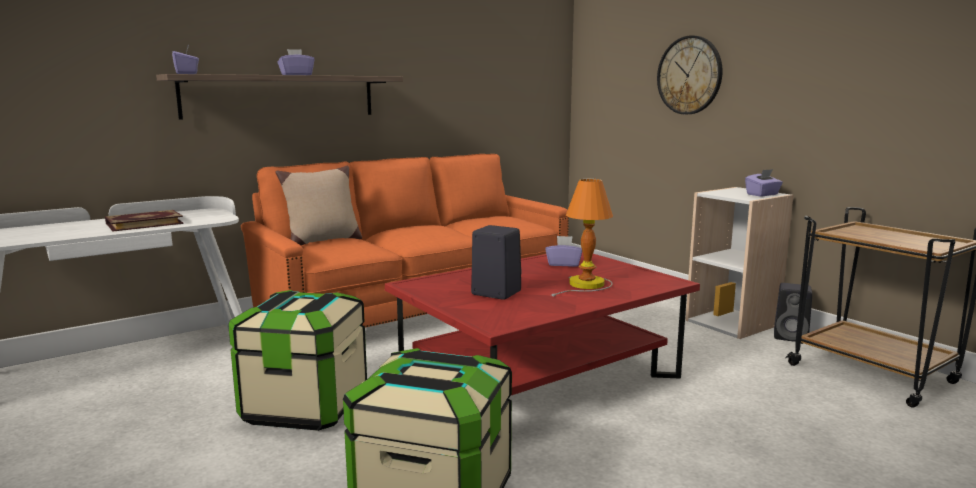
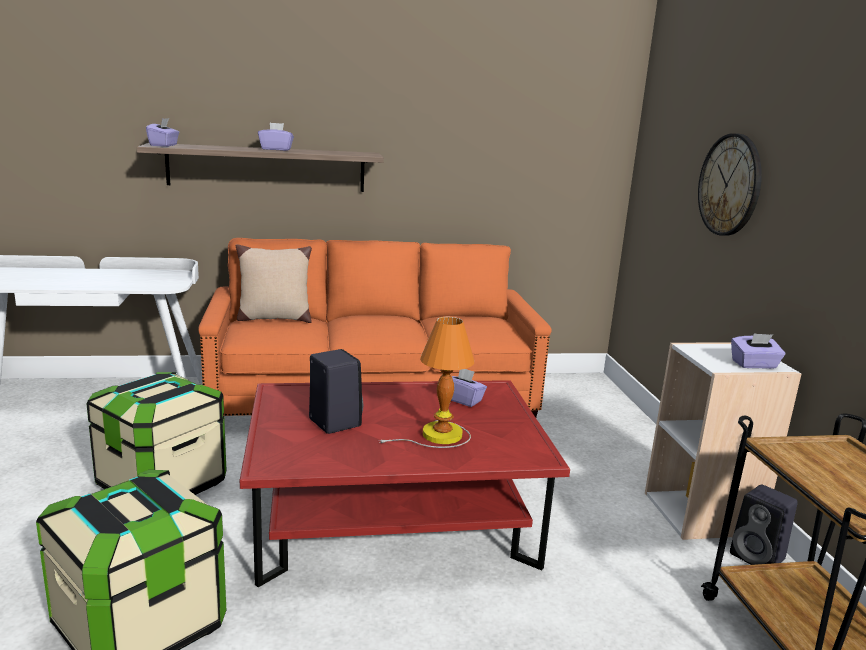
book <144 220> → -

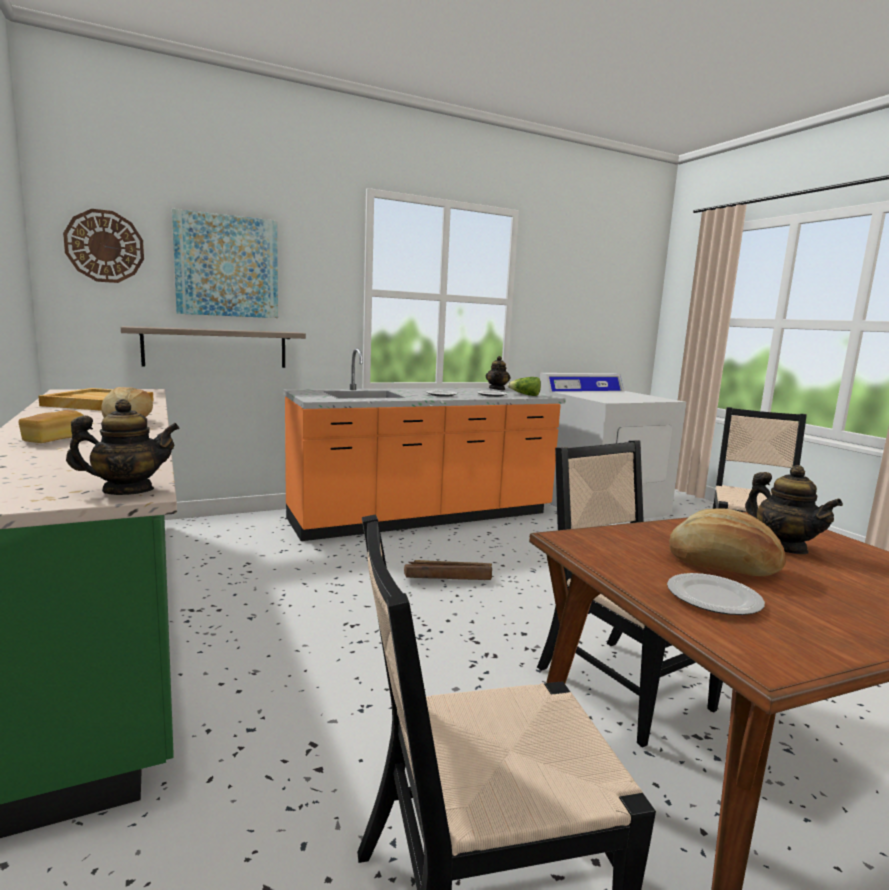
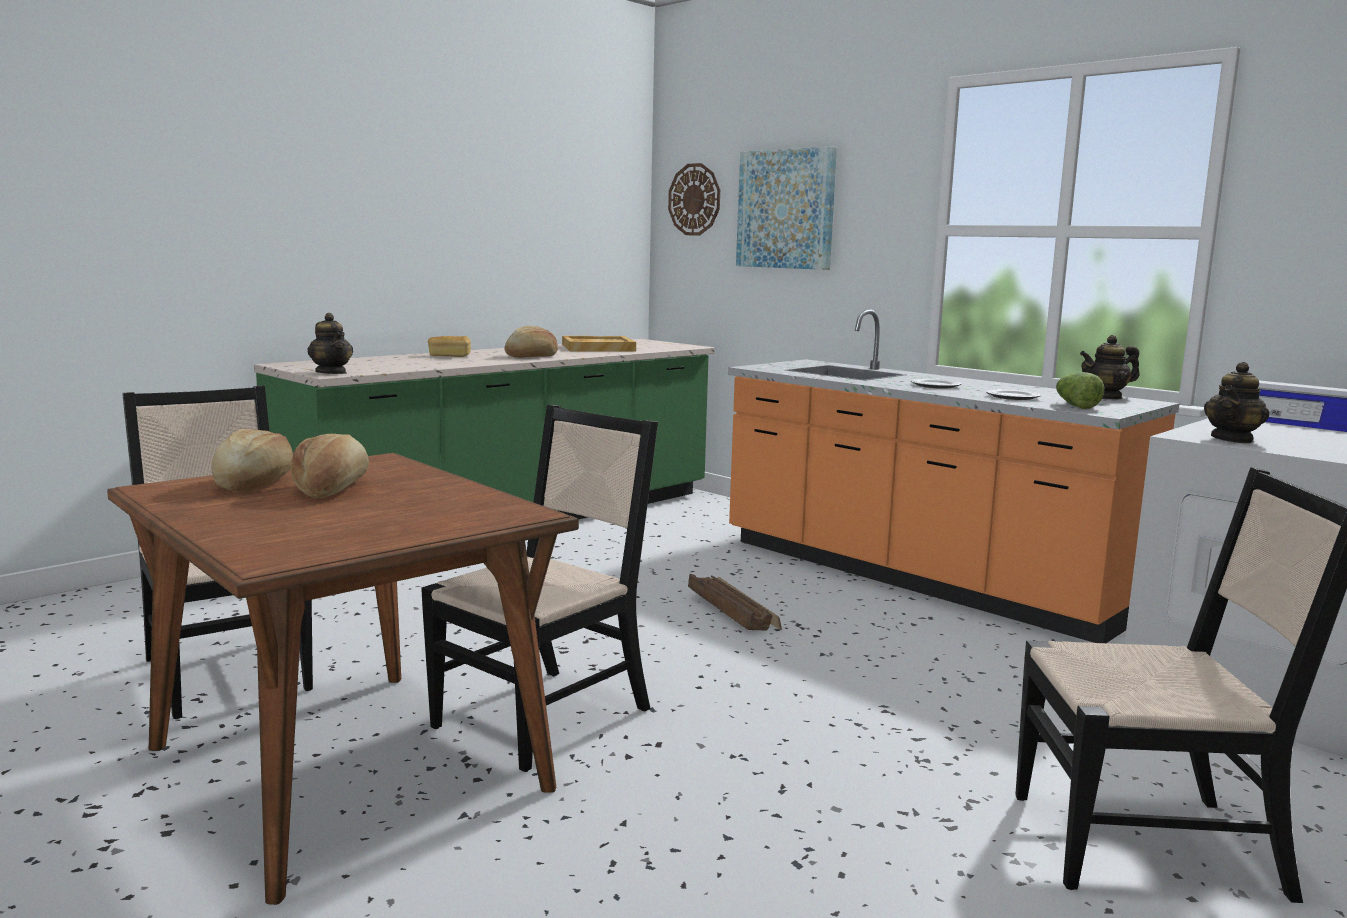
shelf <213 347> → -
plate <716 594> → bread <252 460>
teapot <794 509> → teapot <1237 403>, move

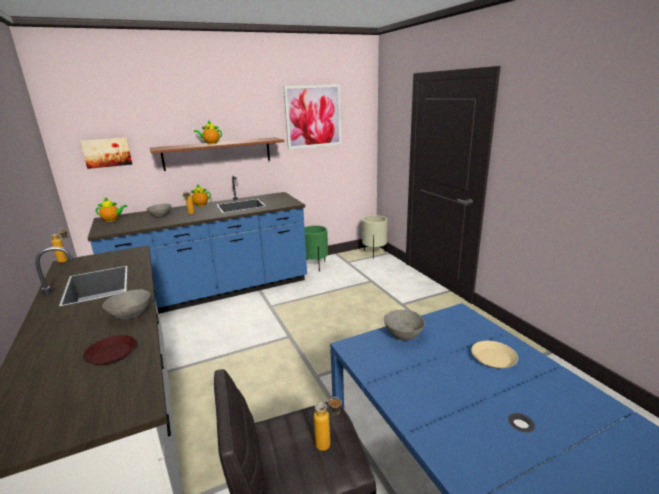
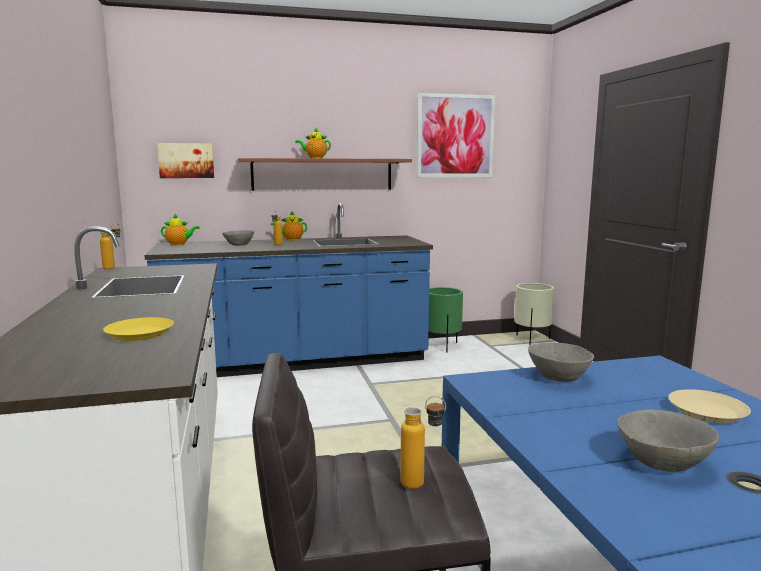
brown plate <109 350> → yellow plate <138 329>
grey bowl <126 304> → grey bowl <668 440>, move

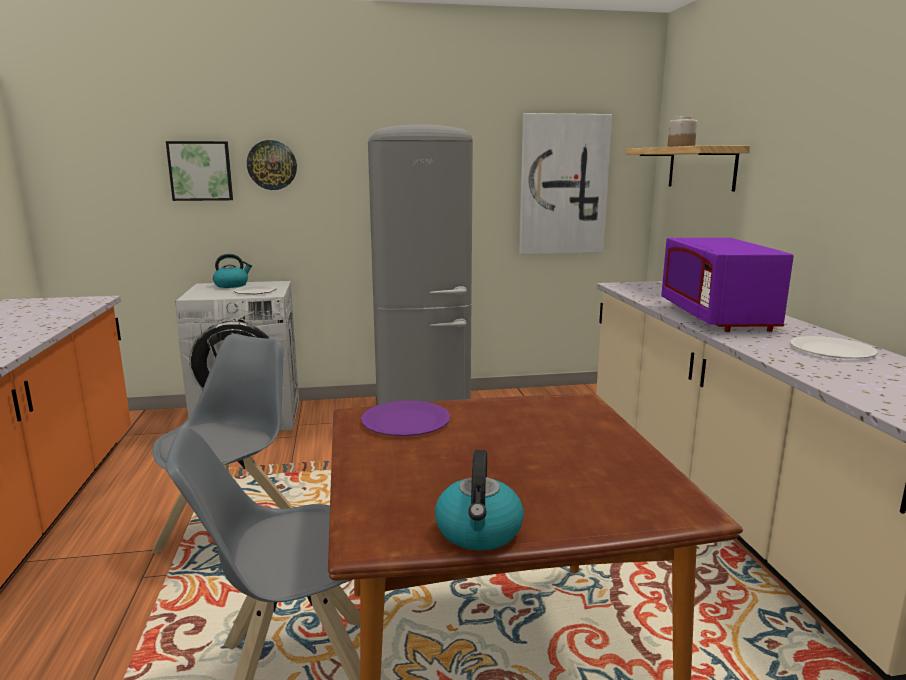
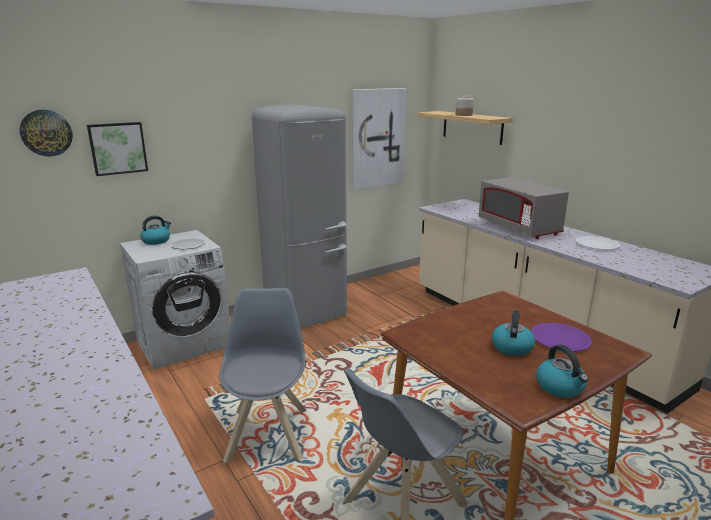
wall clock <272 165> → wall clock <46 133>, move
purple plate <405 418> → purple plate <561 337>, move
purple microwave <727 285> → grey microwave <524 208>
- → kettle <513 333>

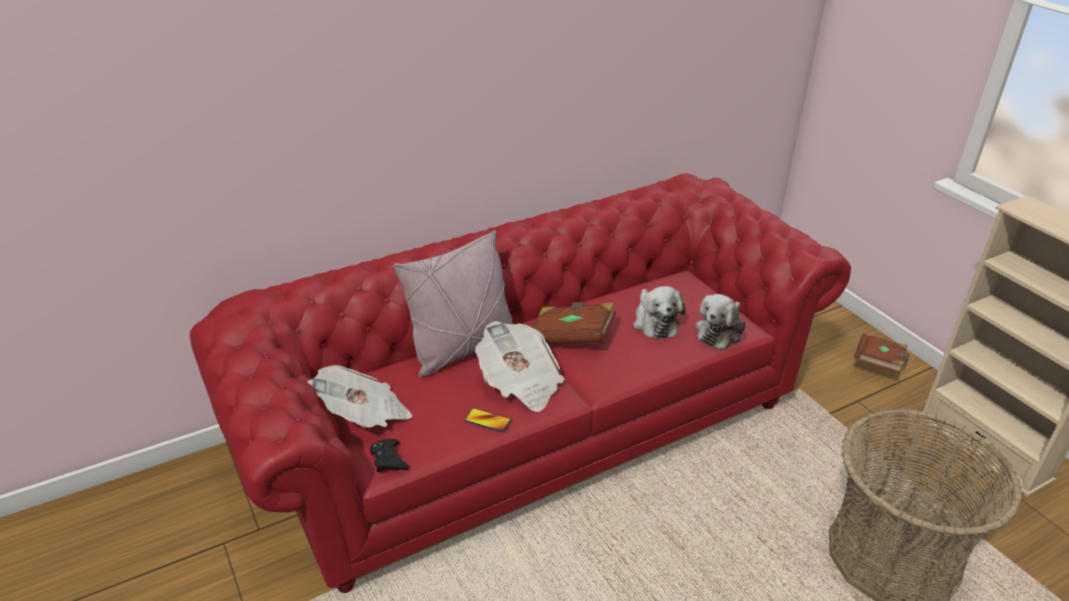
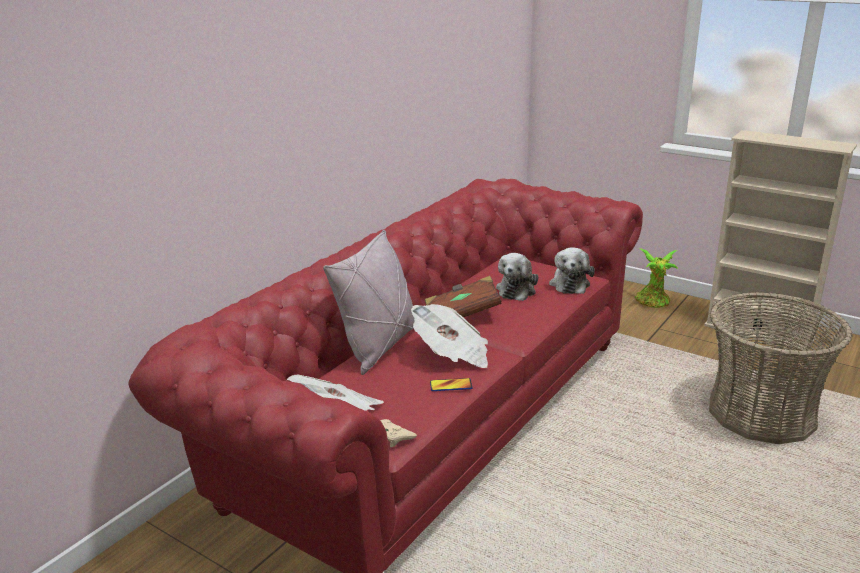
black game controller <389 455> → beige game controller <398 433>
plush toy <659 312> → plush toy <517 277>, 60 degrees clockwise
brown book <881 354> → potted plant <656 278>

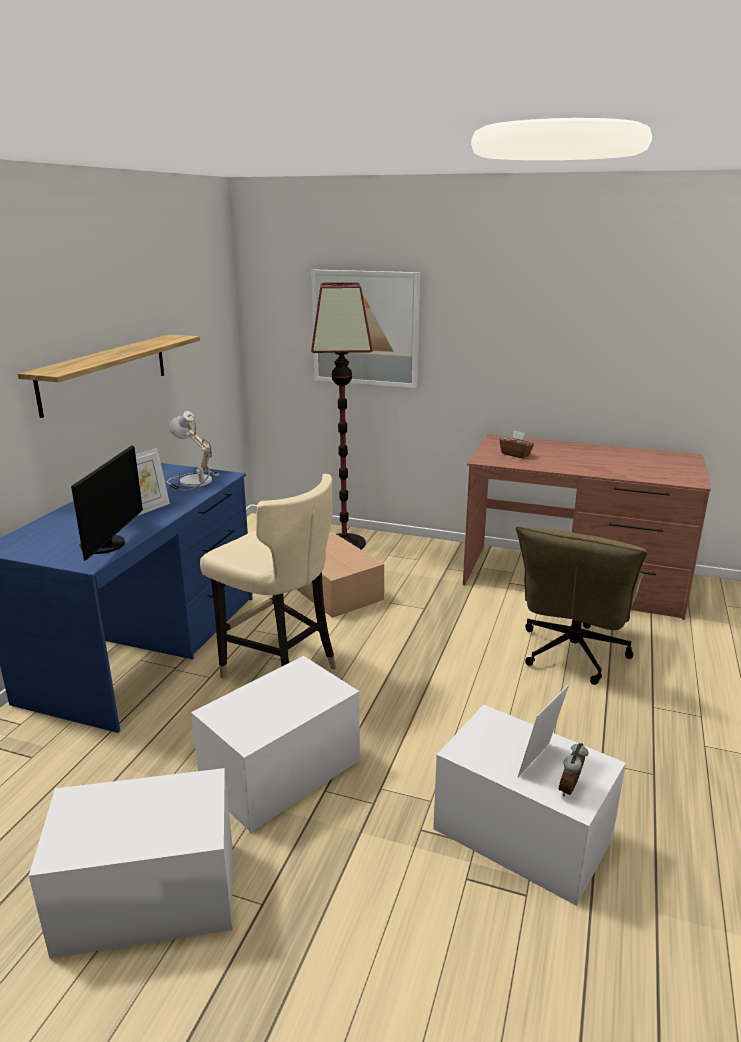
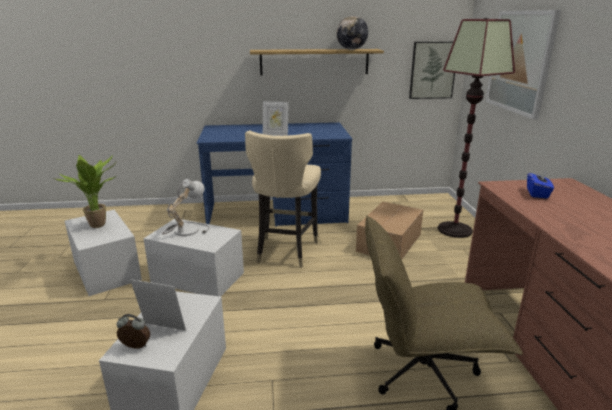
monitor <107 503> → -
table lamp <193 451> → table lamp <186 207>, move
brown tissue box <516 444> → blue tissue box <540 183>
- → potted plant <86 191>
- → globe <352 33>
- → picture <432 70>

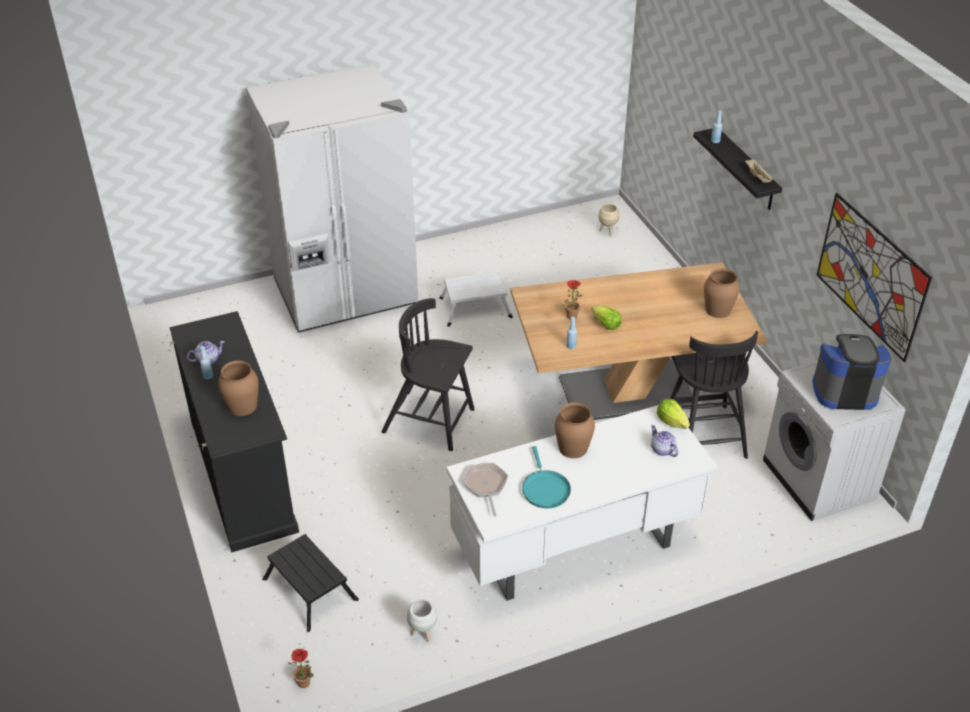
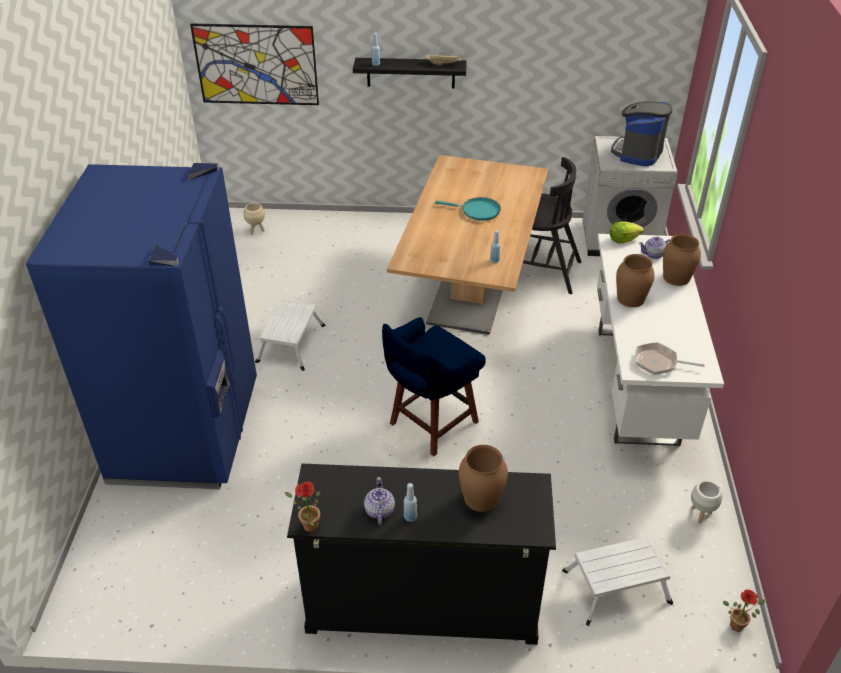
white fridge <332 198> → blue fridge <141 326>
black step ladder <310 583> → white step ladder <617 581>
black chair <428 374> → blue stool <434 386>
turquoise frying pan <546 477> → turquoise frying pan <468 209>, move
potted plant <571 300> → potted plant <302 506>, move
lettuce <606 317> → -
brown vase <722 293> → brown vase <682 260>, move
picture <874 277> → picture <254 64>, move

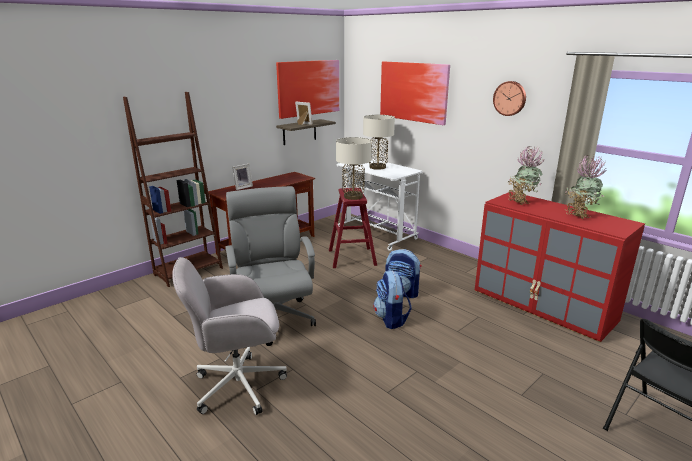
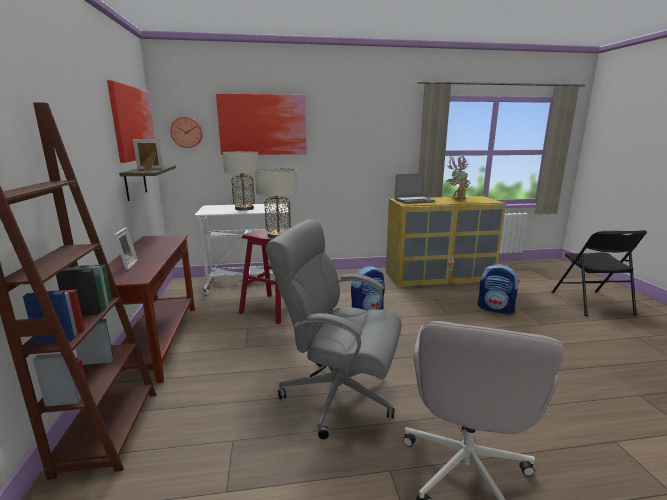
backpack <392 299> → backpack <499 289>, move
red cabinet <560 267> → yellow cabinet <446 241>
wall clock <509 98> → wall clock <186 132>, move
potted plant <526 175> → laptop <414 188>

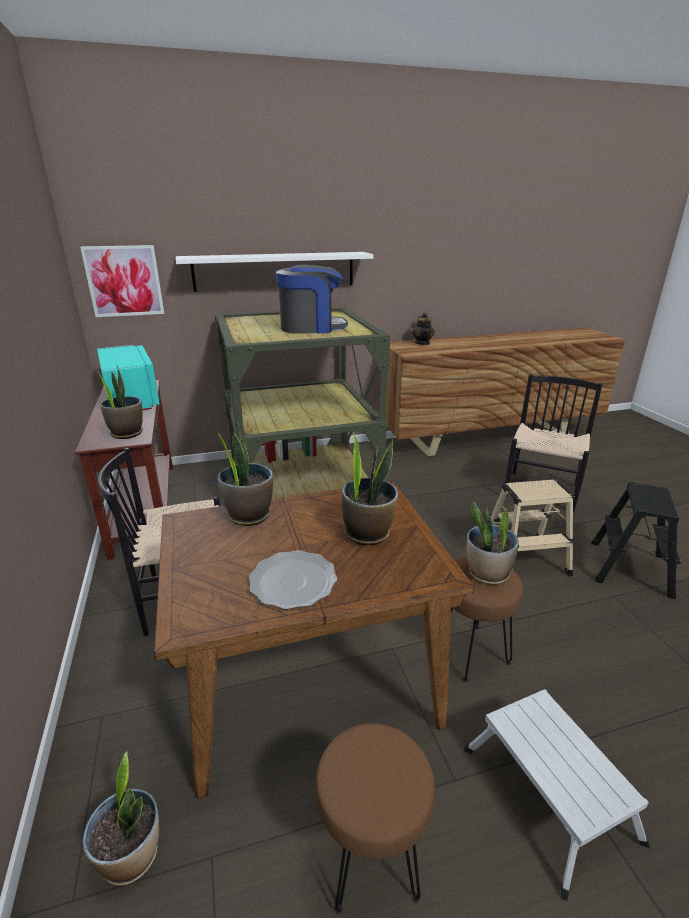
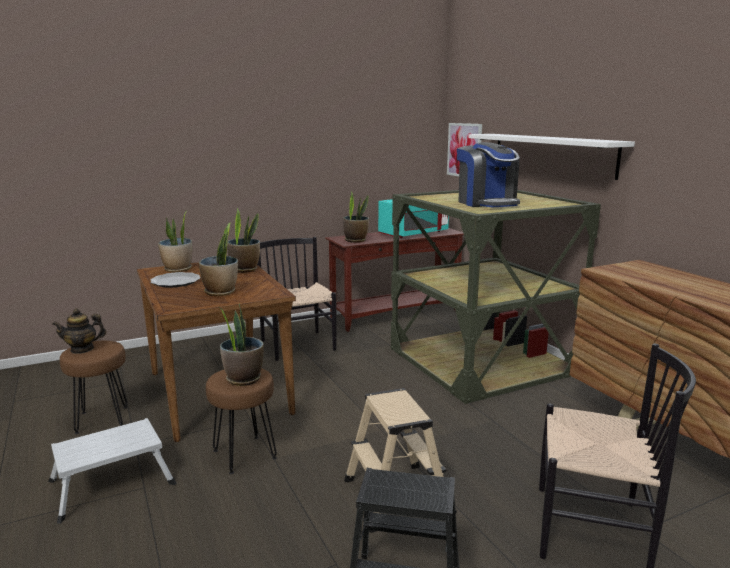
potted plant <121 818> → potted plant <175 241>, move
teapot <423 328> → teapot <80 331>, move

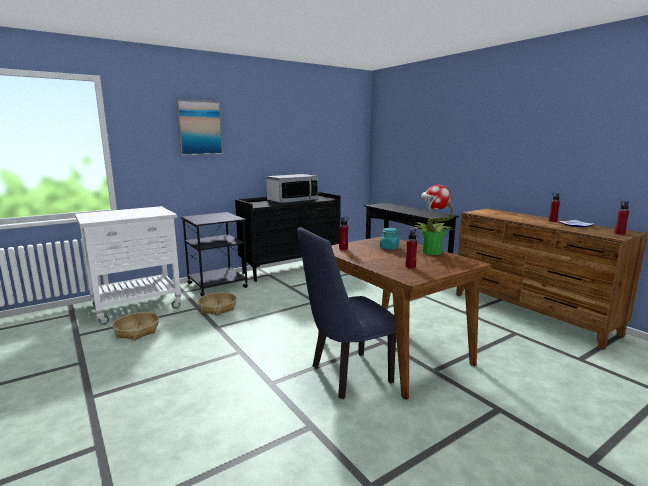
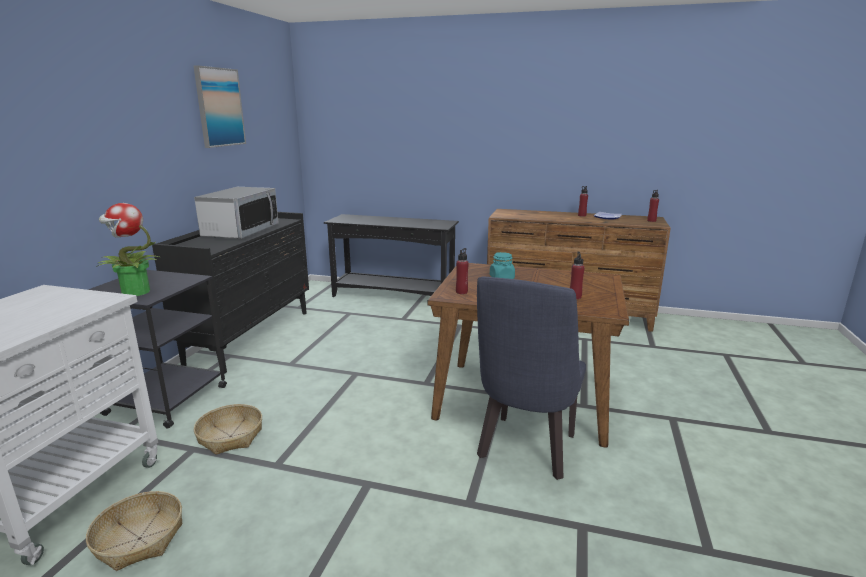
picture <199 127> → picture <219 106>, move
potted plant <432 220> → potted plant <127 249>, move

